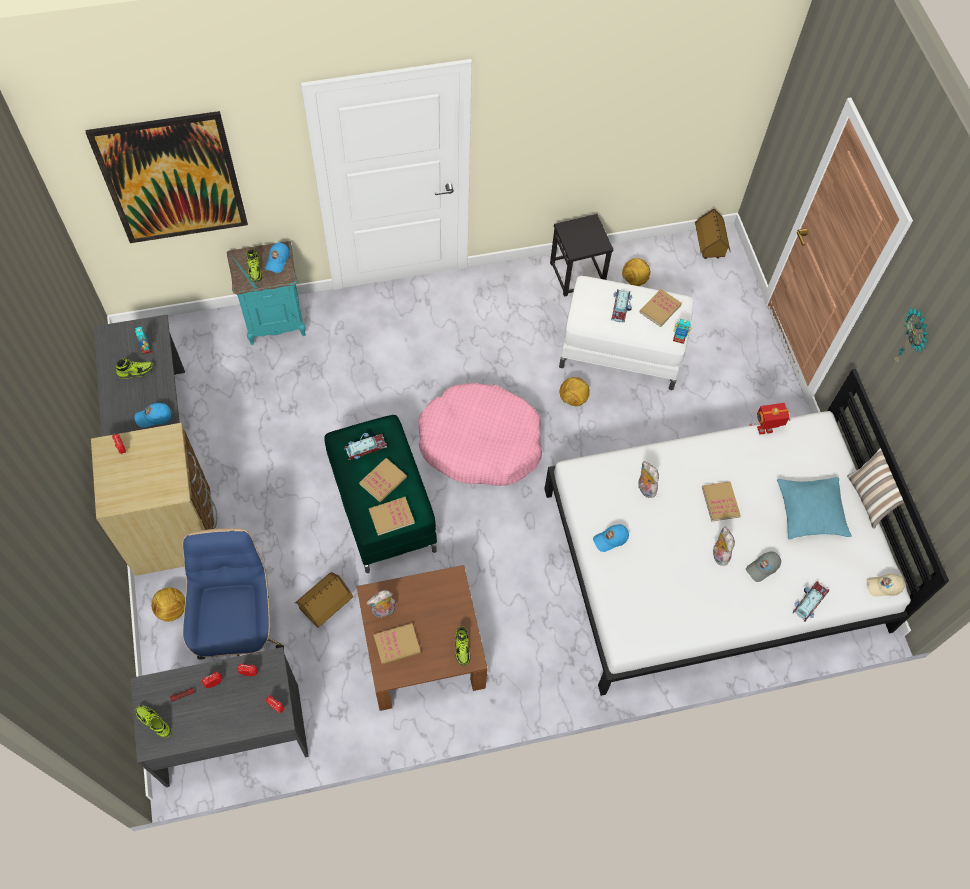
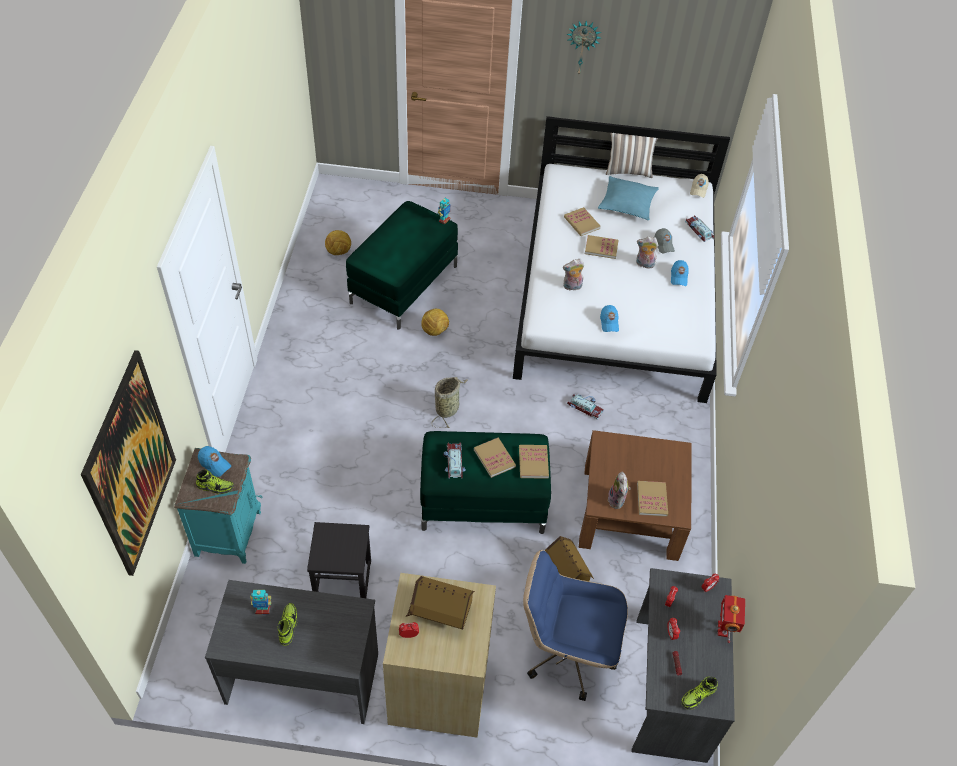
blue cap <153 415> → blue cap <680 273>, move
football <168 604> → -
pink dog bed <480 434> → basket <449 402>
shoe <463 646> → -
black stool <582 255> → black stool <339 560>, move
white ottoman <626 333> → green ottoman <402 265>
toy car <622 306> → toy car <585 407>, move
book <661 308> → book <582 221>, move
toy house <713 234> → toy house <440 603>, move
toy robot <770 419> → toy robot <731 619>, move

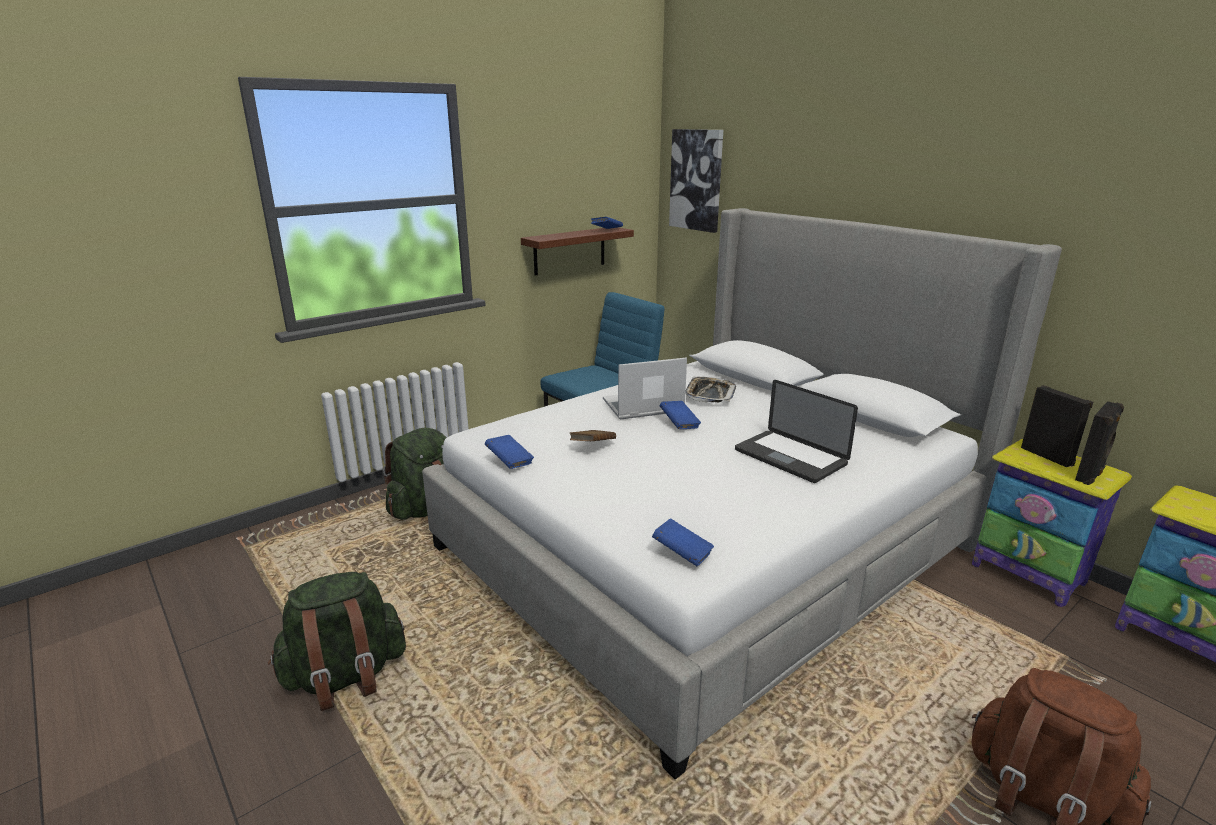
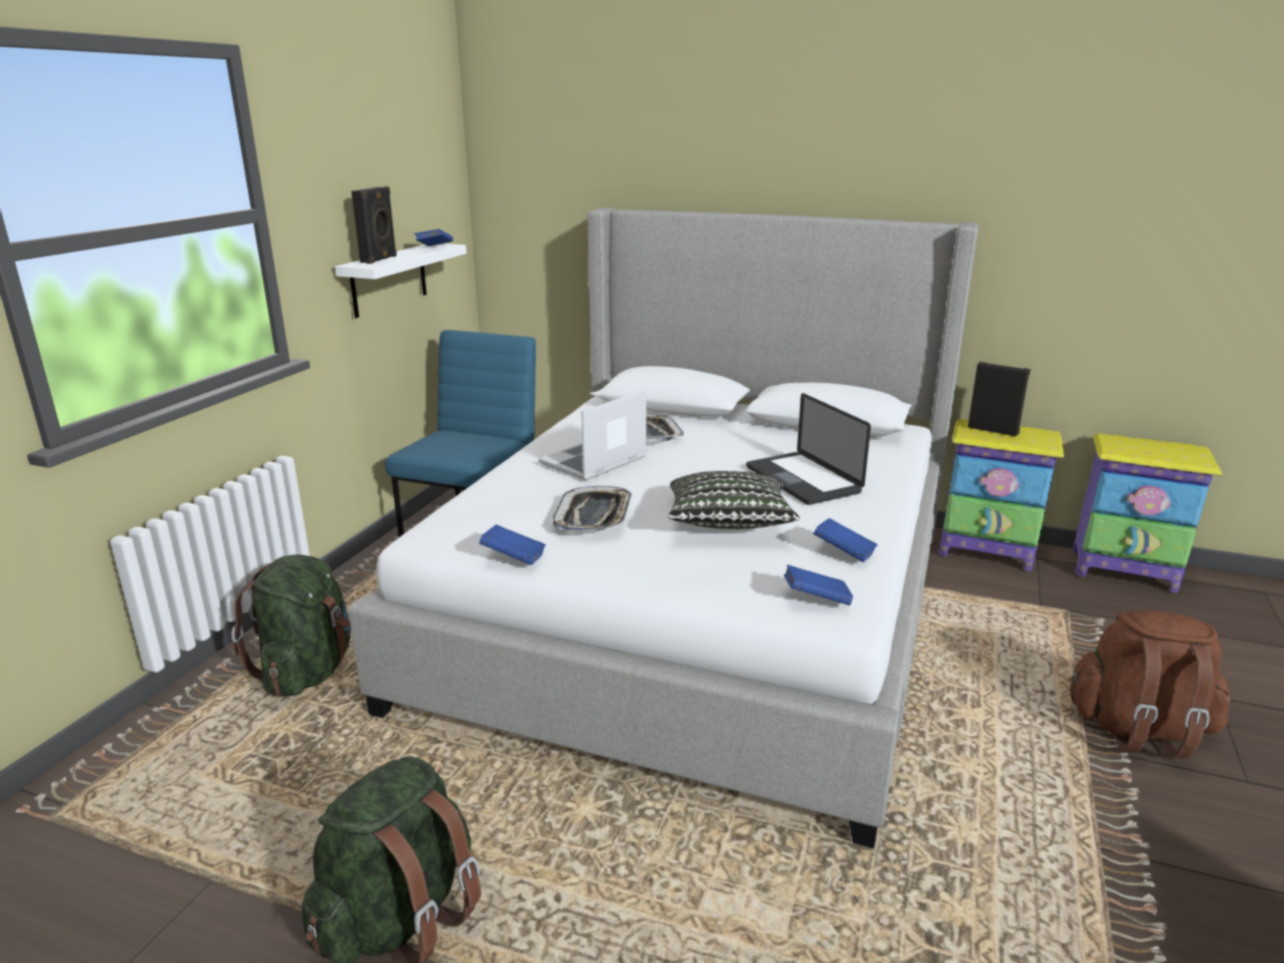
brown shelf <577 251> → white shelf <400 281>
brown book <593 435> → tray <592 509>
blue book <680 415> → blue book <845 540>, move
picture <696 181> → -
laptop <796 431> → laptop <808 449>, 45 degrees clockwise
black speaker <1099 443> → black speaker <374 225>, move
- → pillow <734 500>

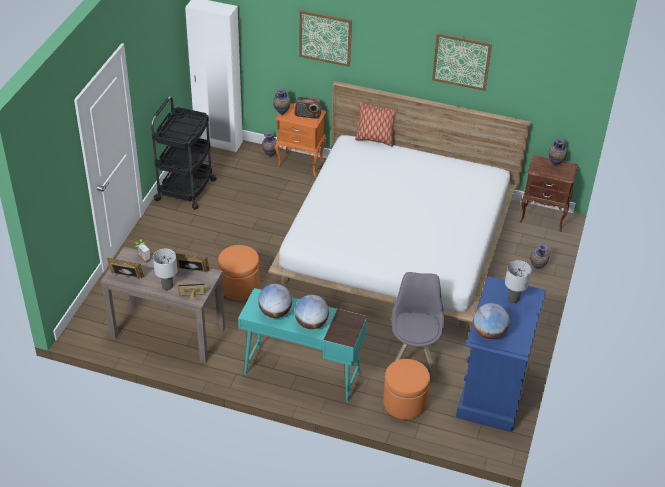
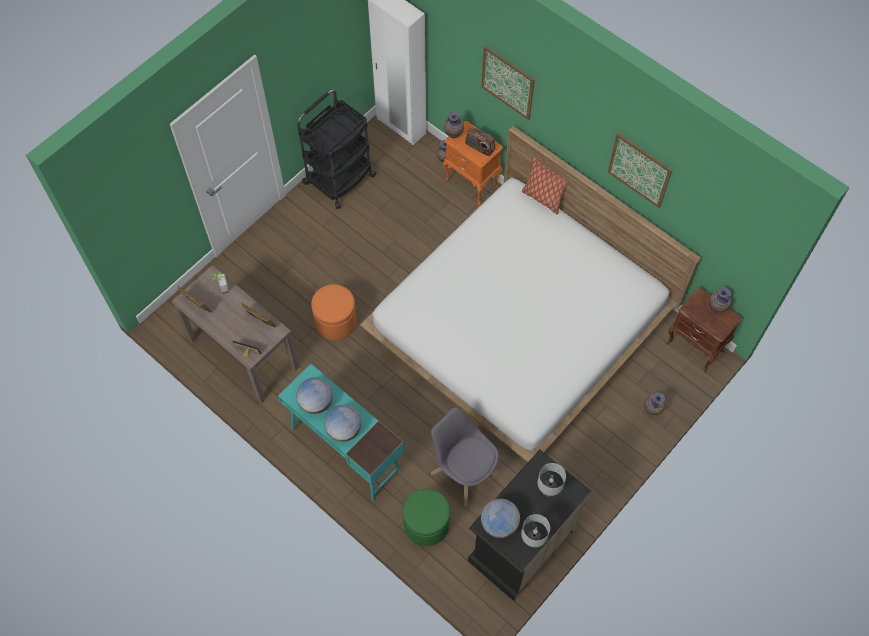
white table lamp <165 269> → white table lamp <535 531>, move
orange ottoman <406 389> → green ottoman <426 517>
grey chair <417 324> → grey chair <465 457>, 75 degrees counterclockwise
blue dresser <501 354> → black dresser <529 525>

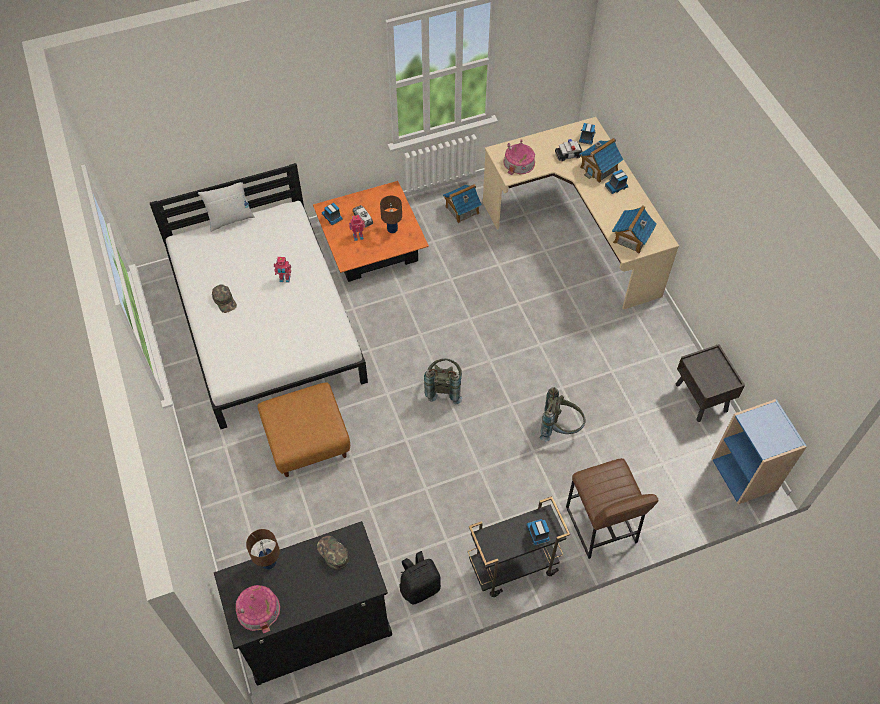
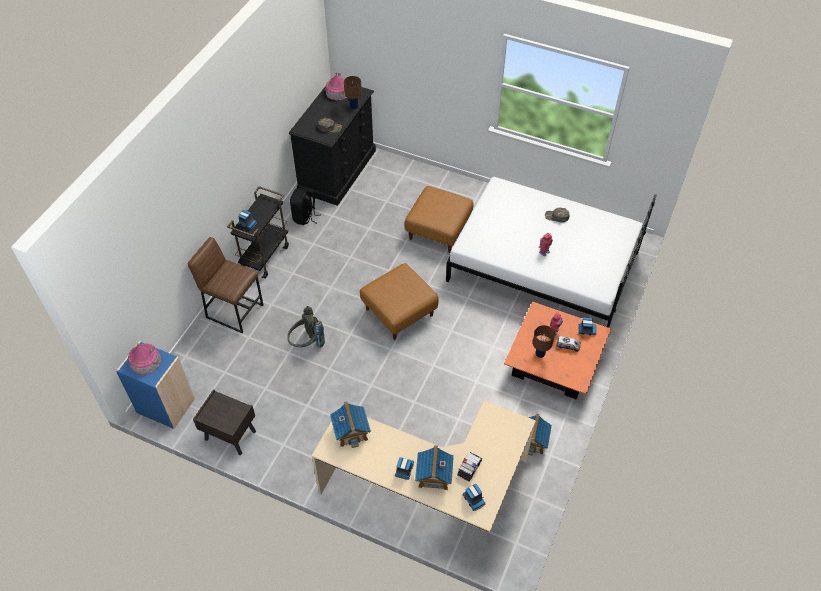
grey pillow <226 205> → -
grey backpack <443 381> → brown ottoman <399 301>
toy house <519 157> → toy house <144 359>, move

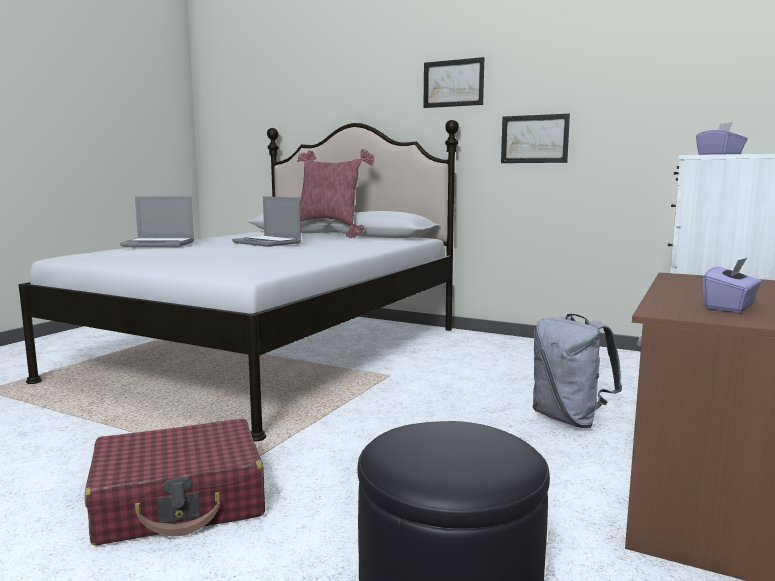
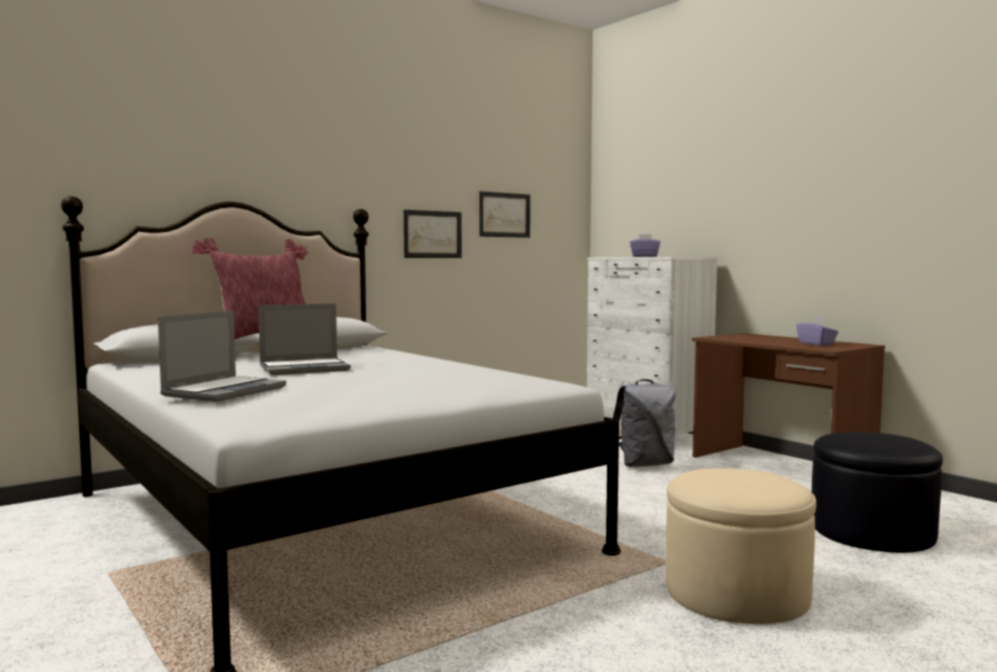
red suitcase <175 482> → beige ottoman <740 546>
picture <453 82> → picture <504 214>, move

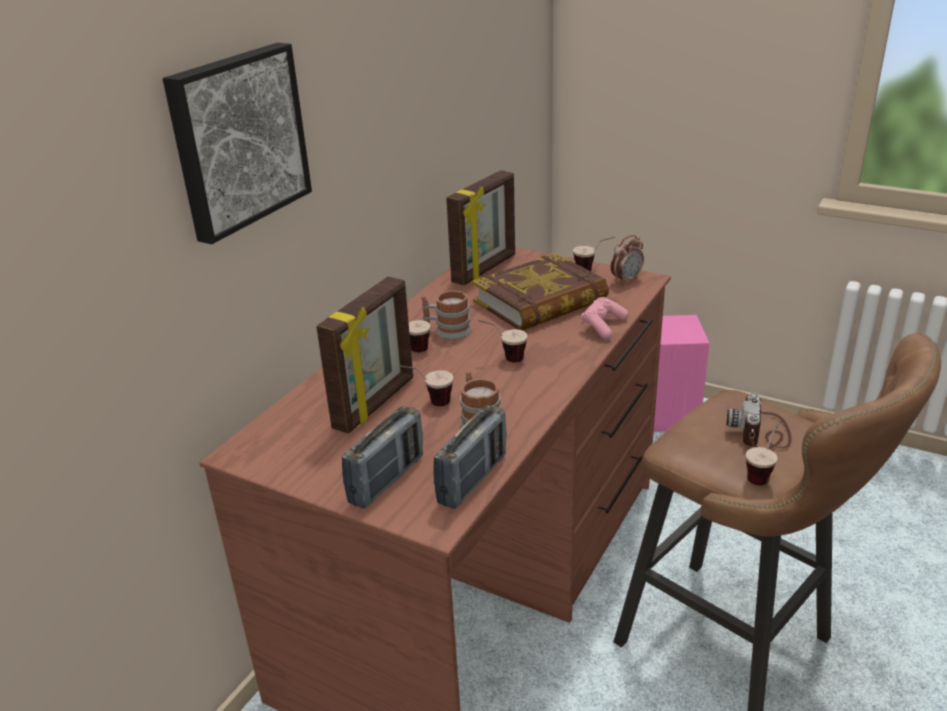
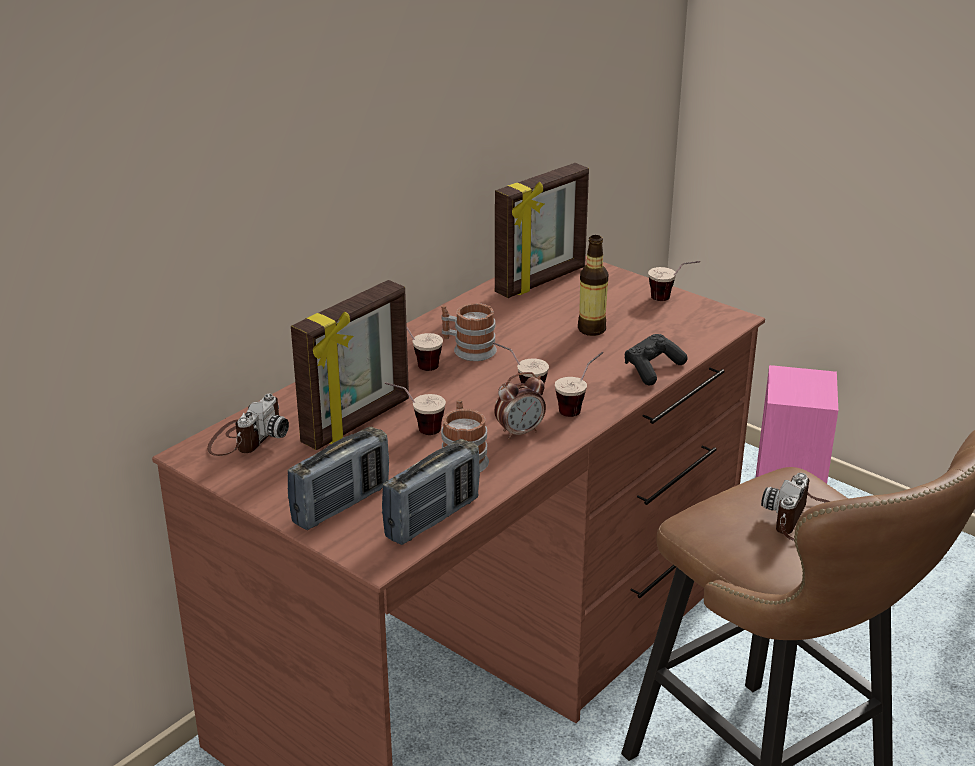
picture <237 143> → -
book <540 291> → bottle <593 285>
pink game controller <605 318> → black game controller <656 360>
alarm clock <627 260> → alarm clock <520 405>, move
cup <763 453> → cup <579 384>, move
- → photo camera <248 425>

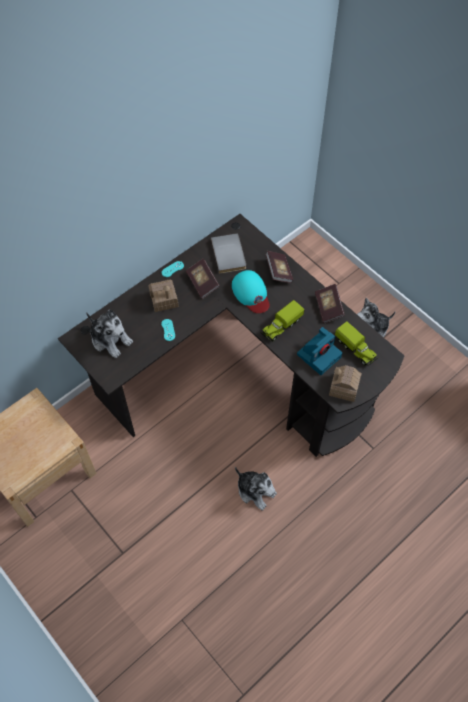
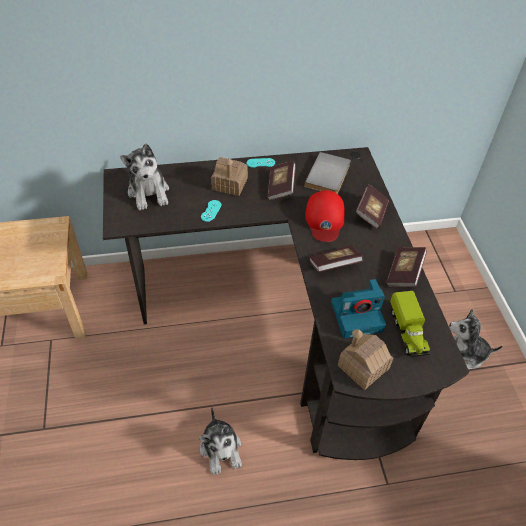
turquoise cap <251 291> → red cap <325 216>
toy truck <282 320> → book <336 258>

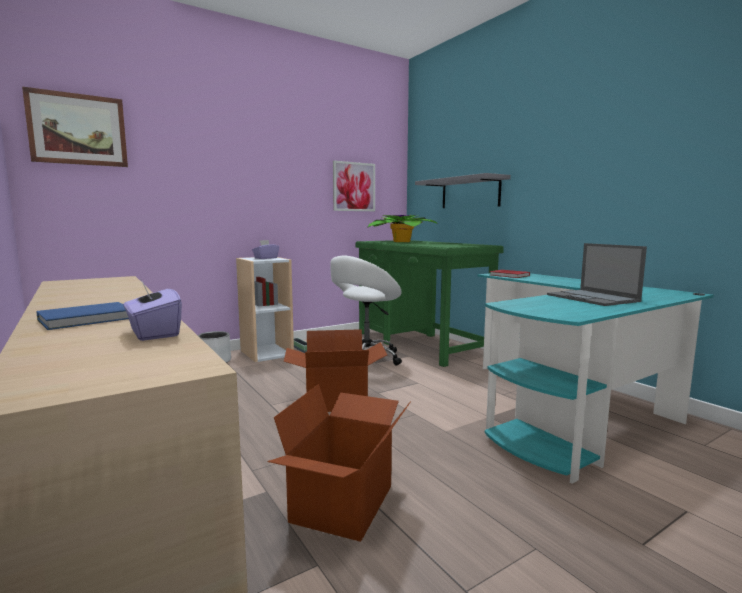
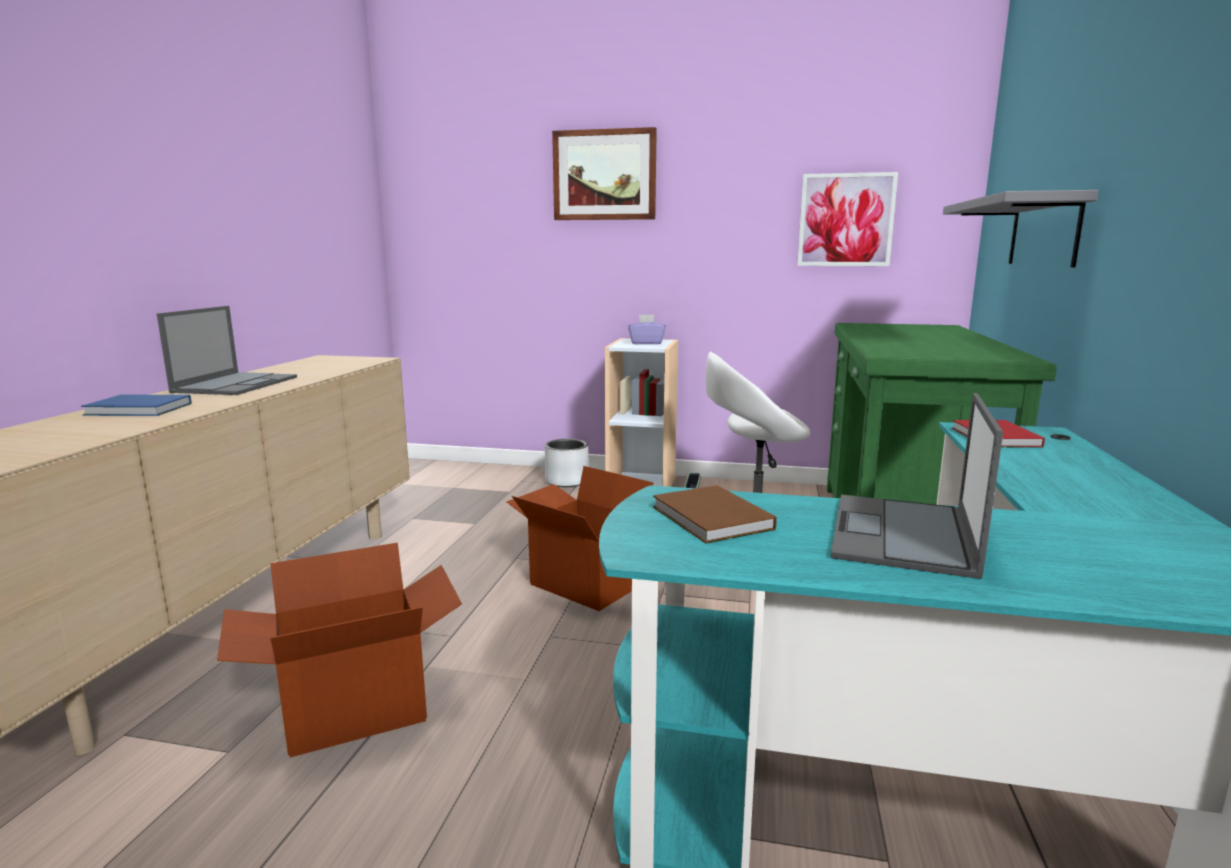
picture <75 127> → picture <604 173>, move
purple tissue box <152 309> → -
potted plant <402 228> → -
- → laptop <227 350>
- → brown book <715 514>

